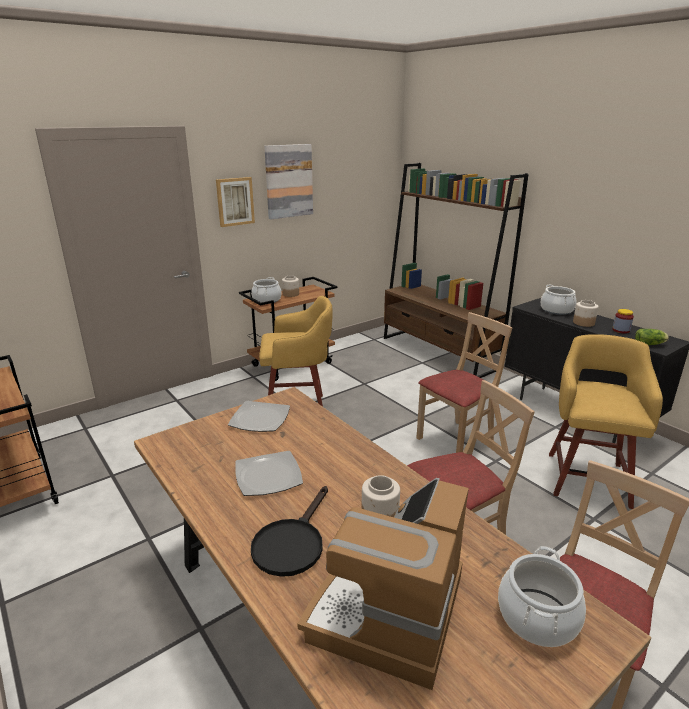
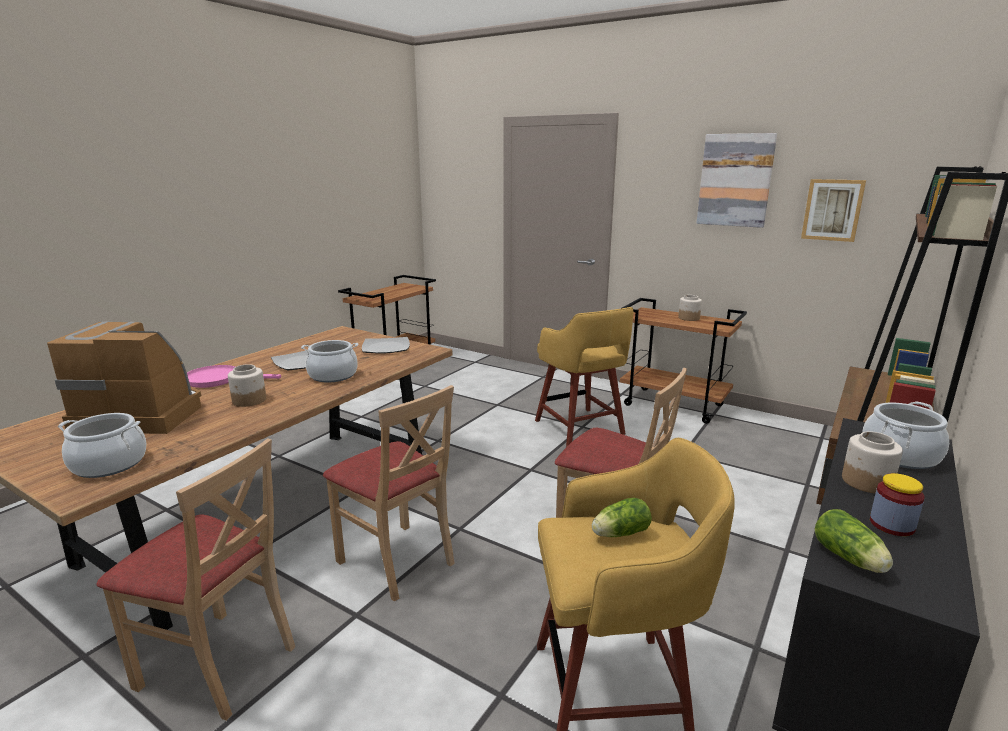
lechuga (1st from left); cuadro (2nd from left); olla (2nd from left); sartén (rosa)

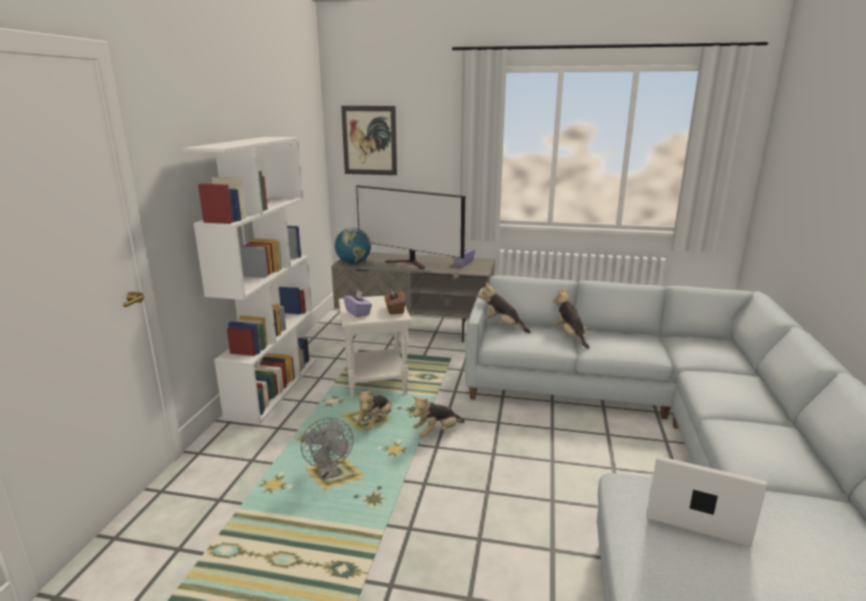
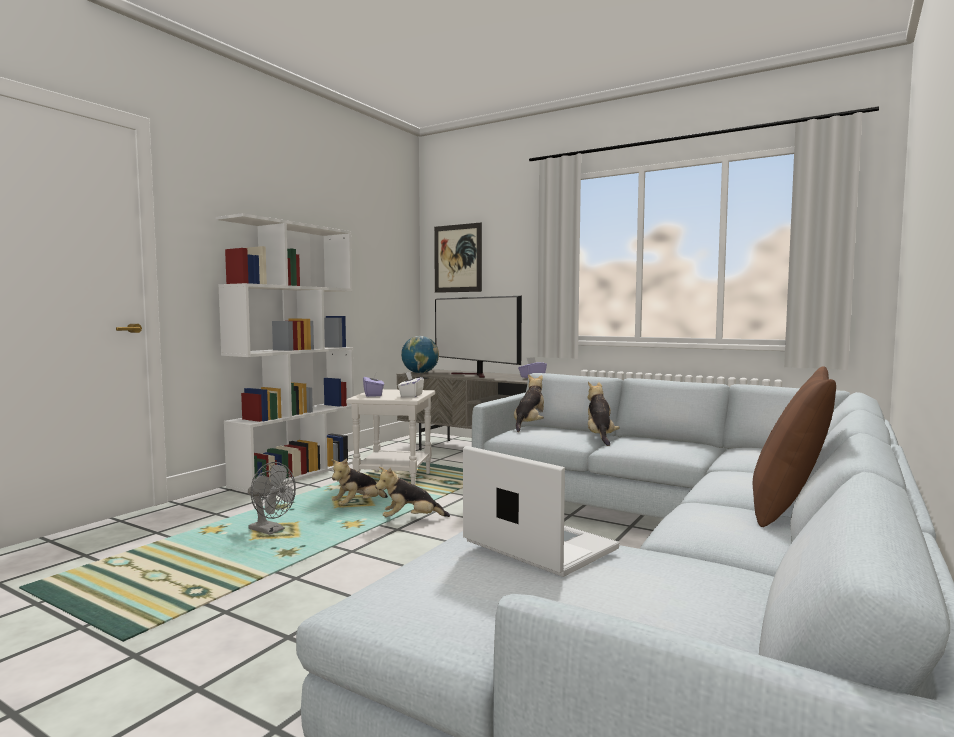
cojín (marrón); caja de pañuelos (blanco); ventilador (gris); peluche (3rd from left)

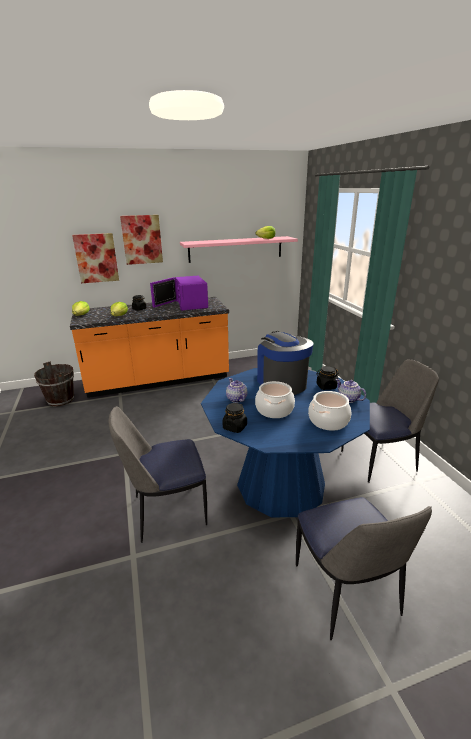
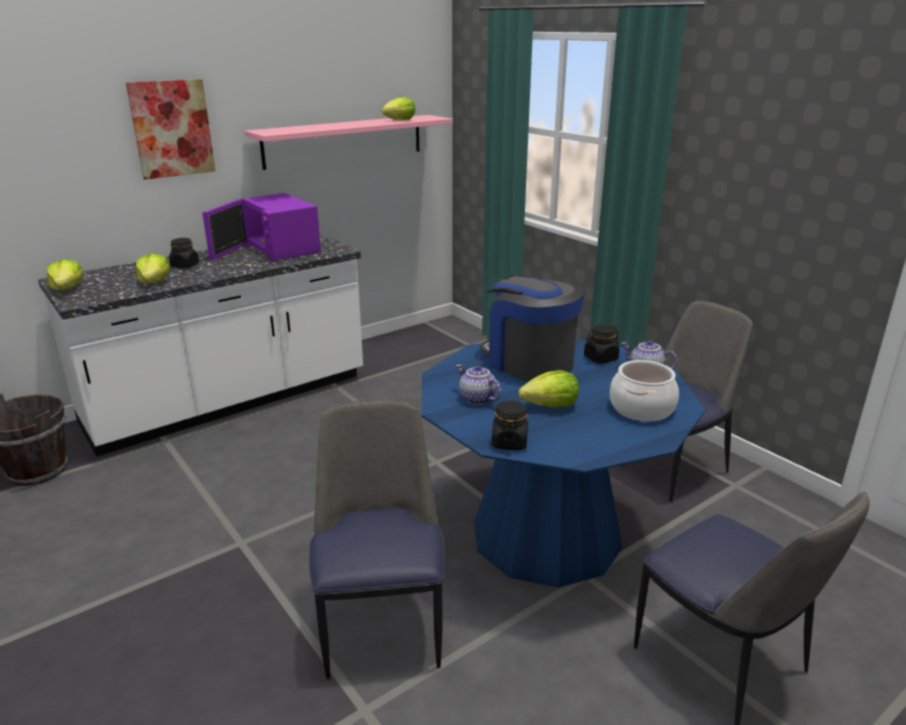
cuadro (1st from left in the first image); lechuga (4th from left); mueble bajo de cocina (blanco); silla (1st from left)

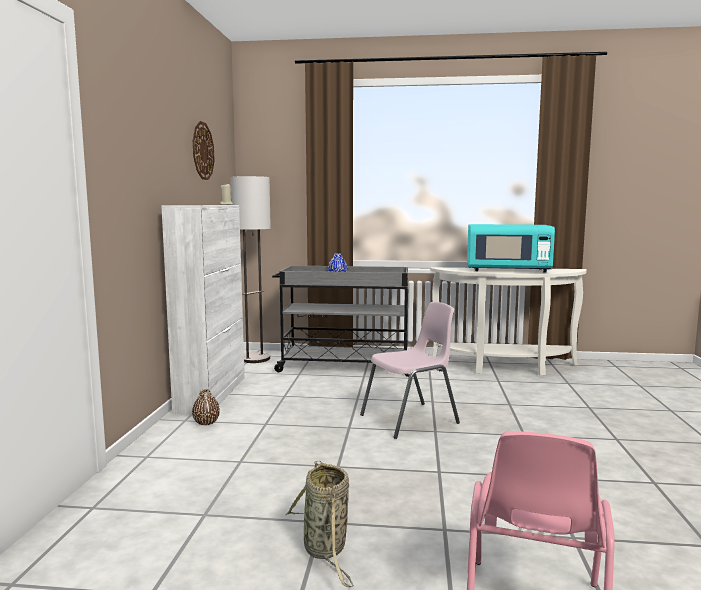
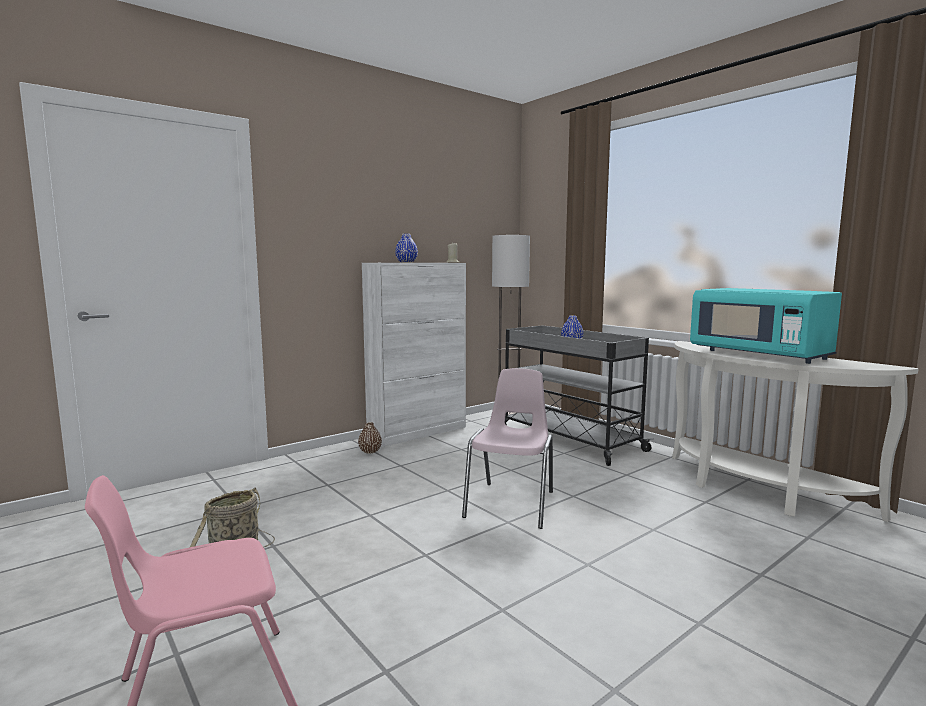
reloj de pared; florero (azul) (1st from left); silla (rosa) (2nd from left)

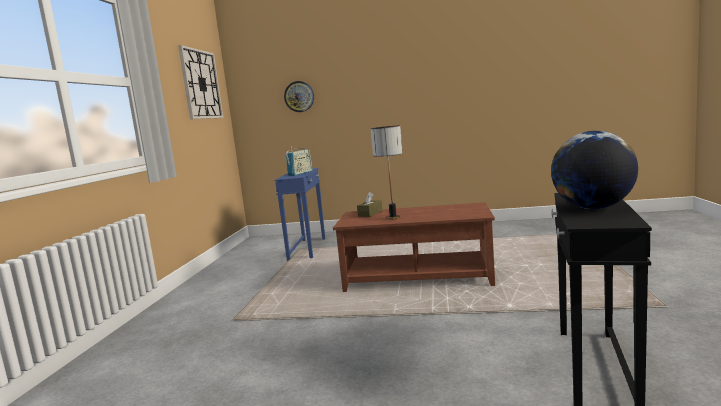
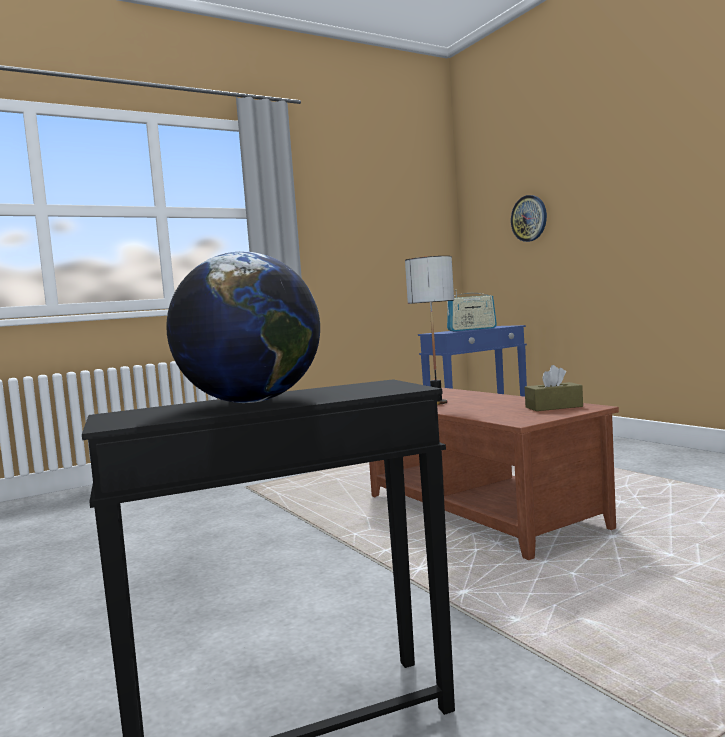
reloj de pared (1st from left in the first image); caja de pañuelos (marrón)

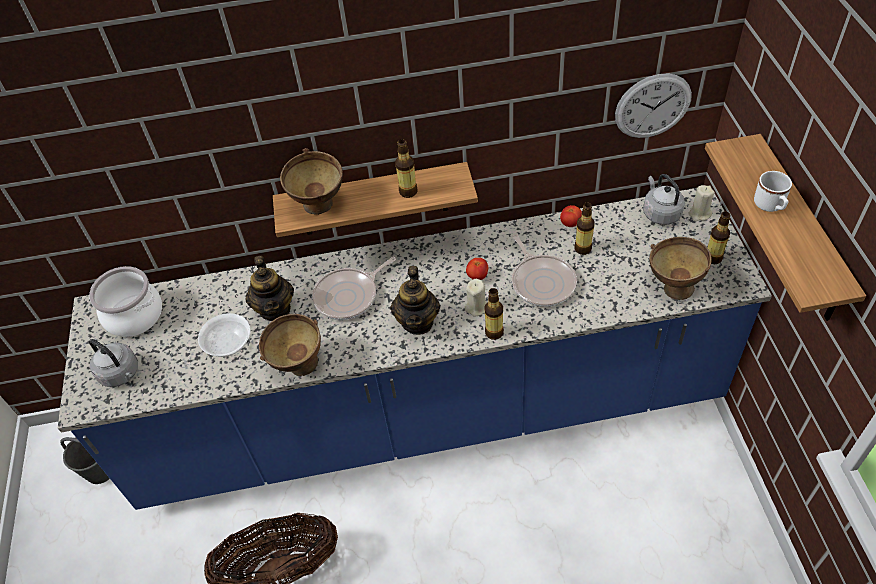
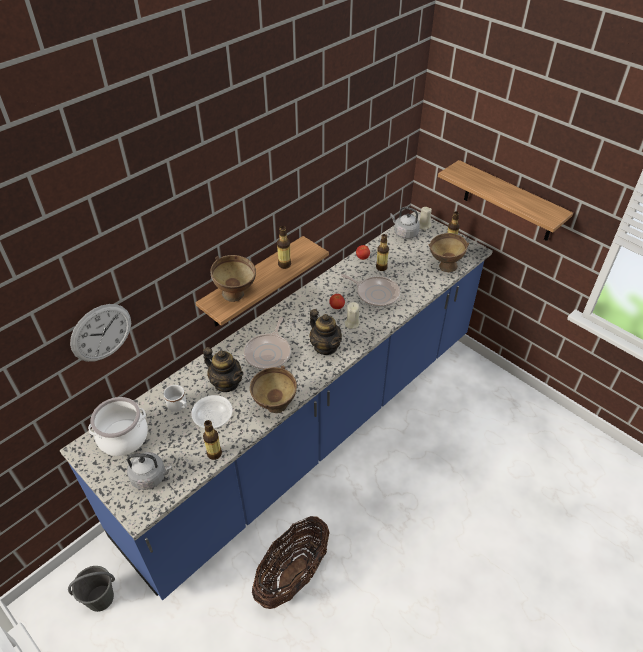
botella (1st from left); reloj de pared; taza grande (blanco)

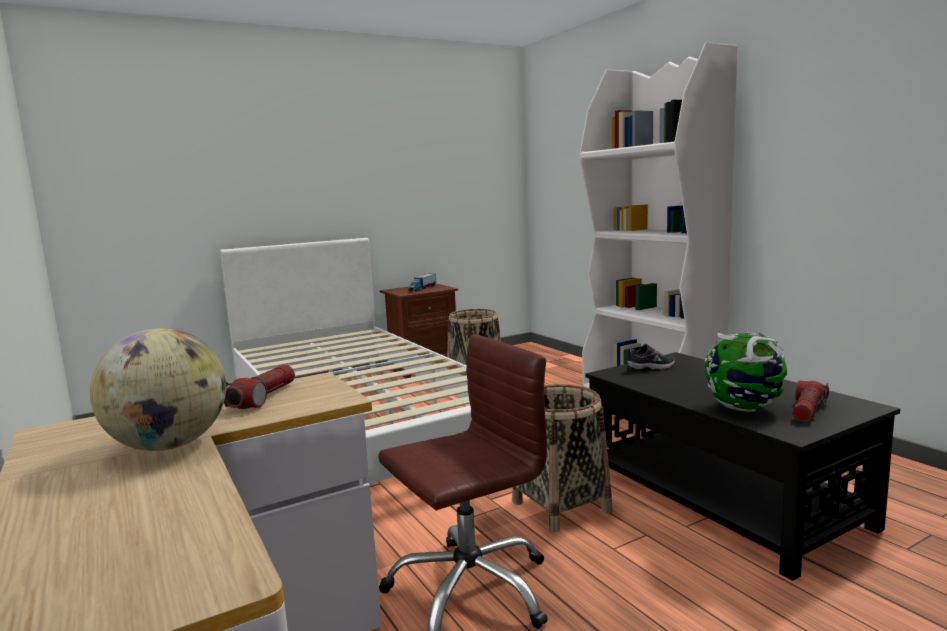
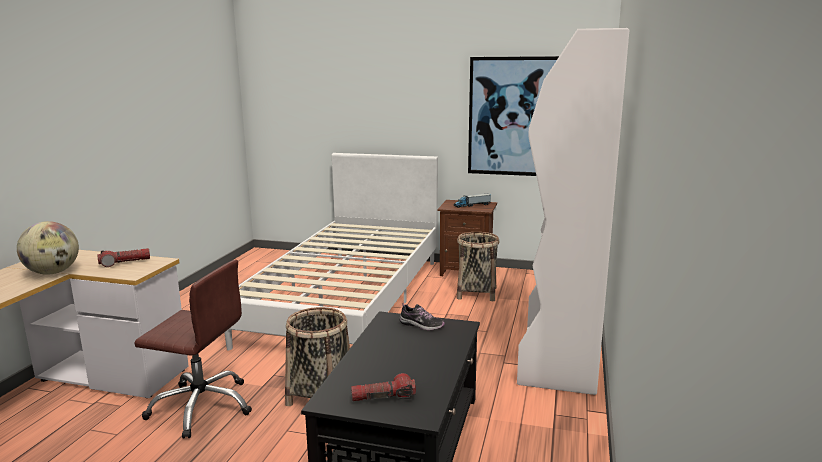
globo terráqueo (2nd from left in the first image); cuadro

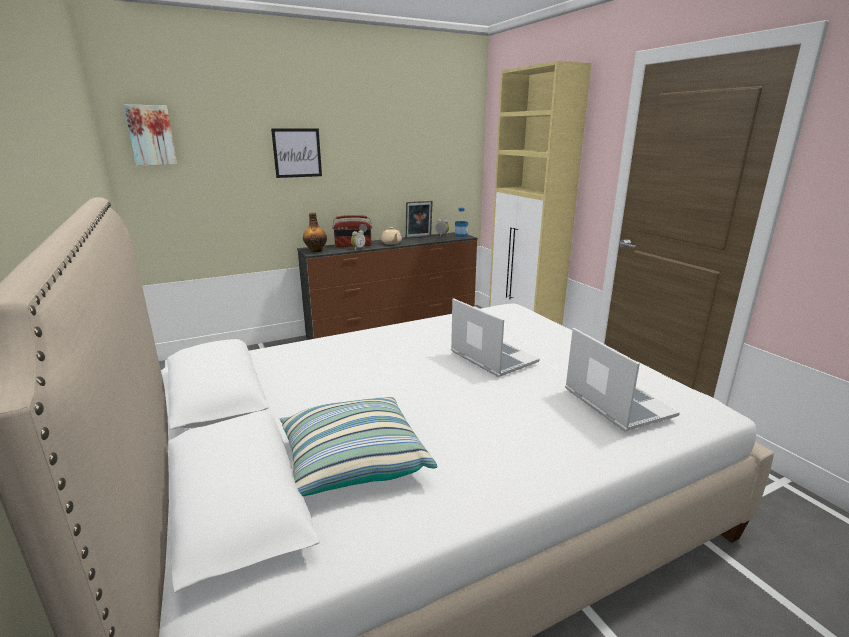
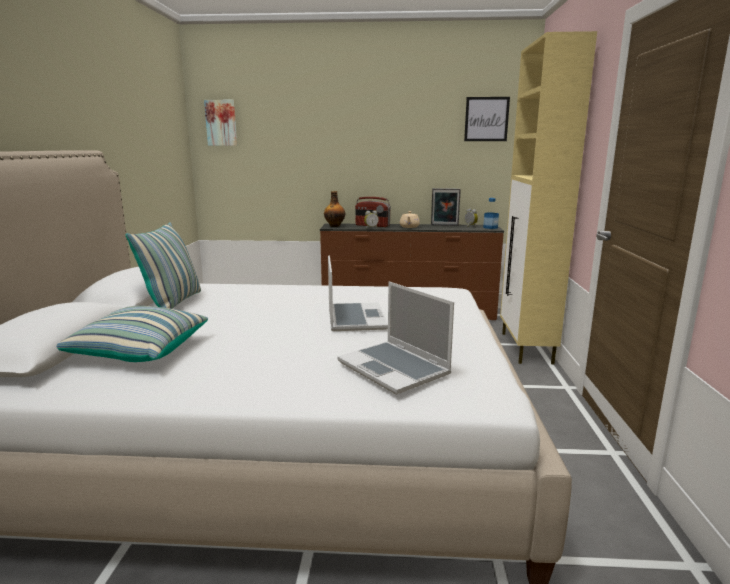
cojín (2nd from left); cuadro (2nd from left); portátil (2nd from left)

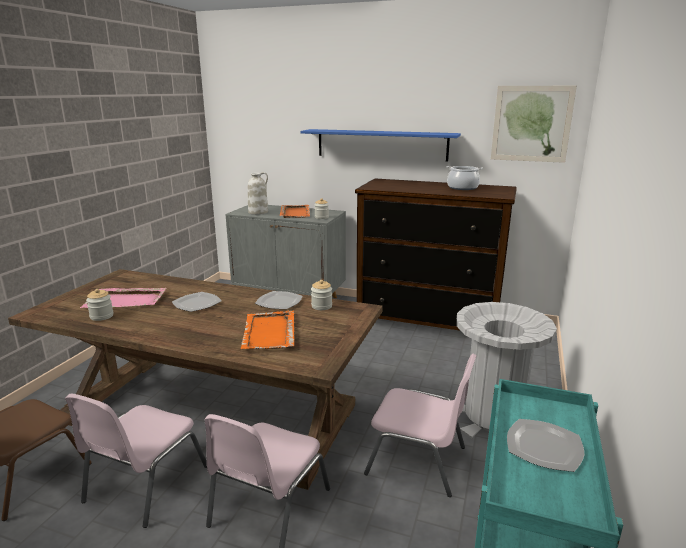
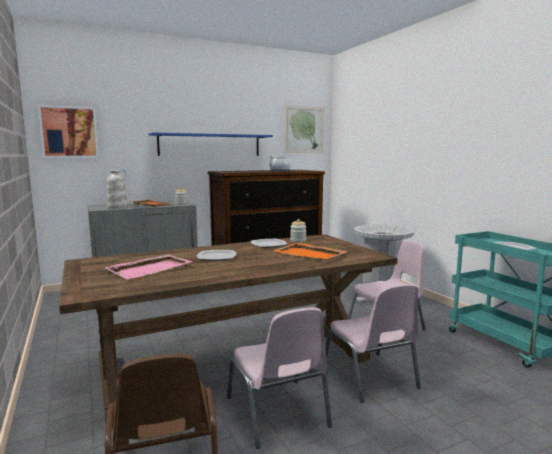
tarro (1st from left in the first image); cuadro (1st from left)

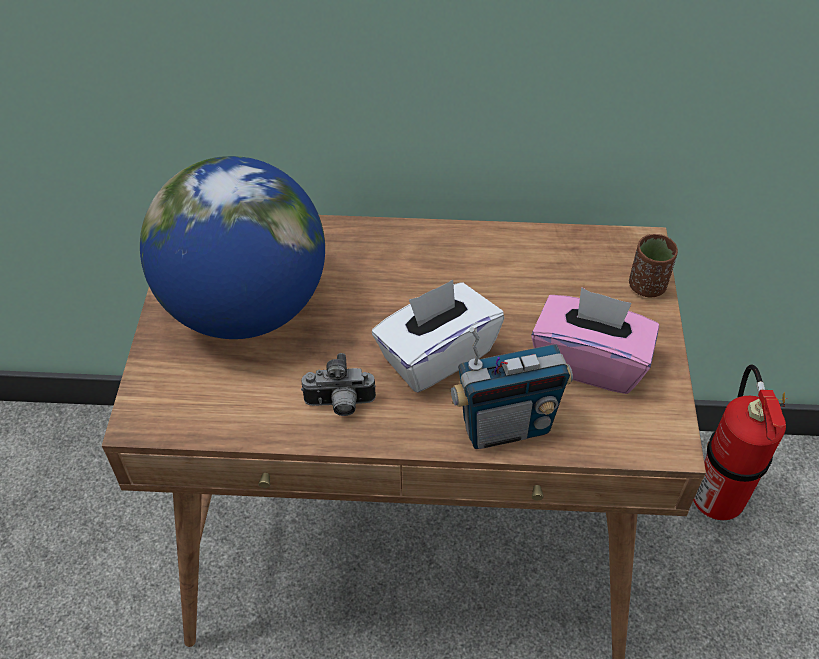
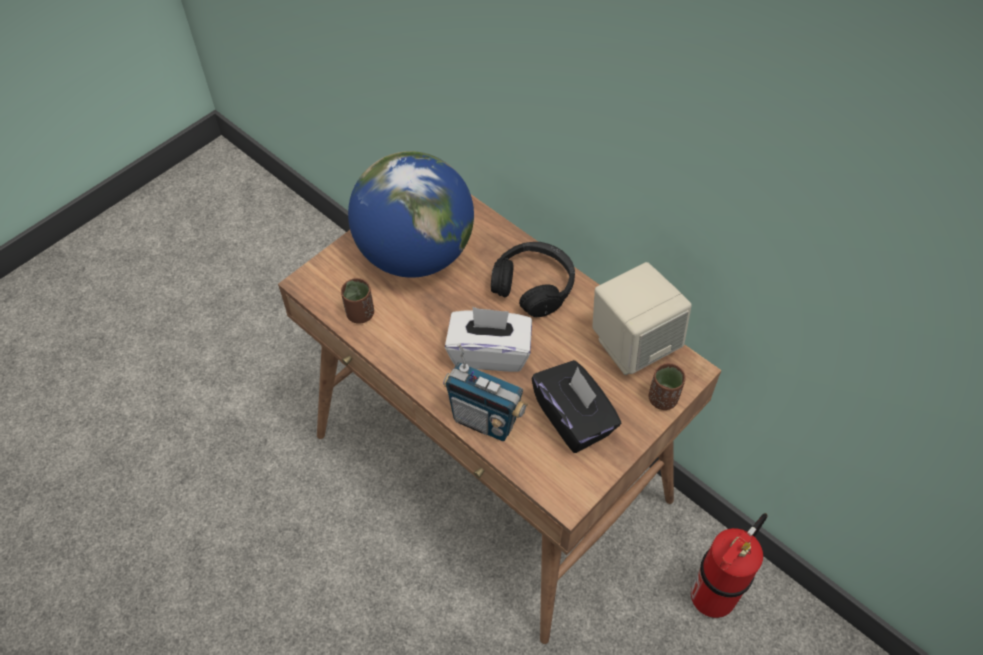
cámara; taza (marrón) (1st from left); auriculares (negro); altavoz (beis); caja de pañuelos (negro)

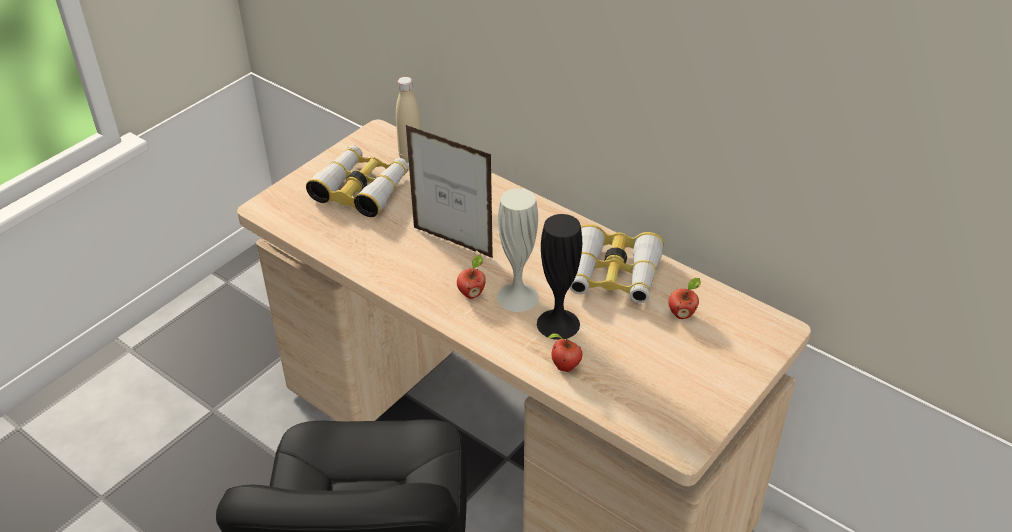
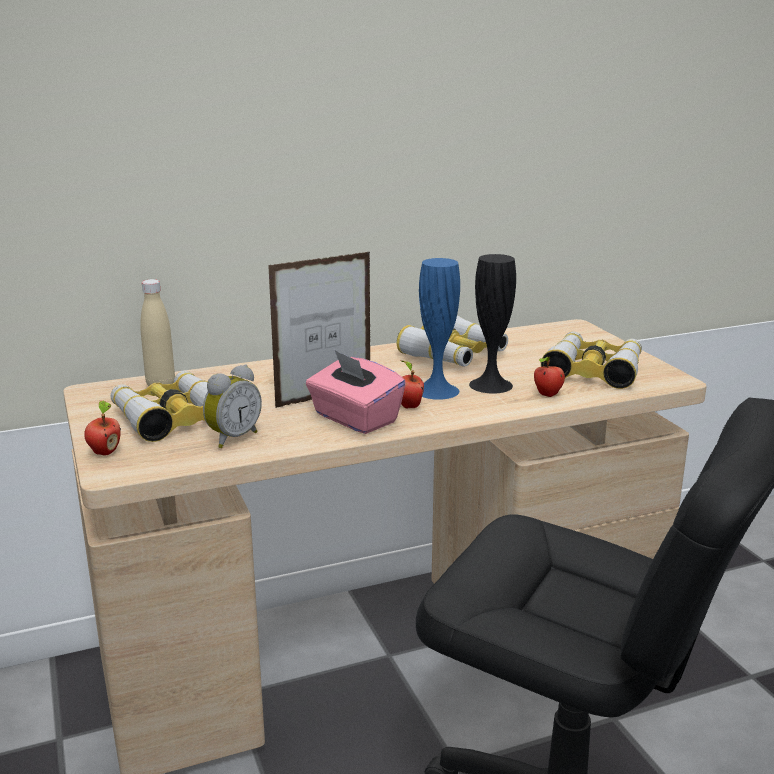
despertador; caja de pañuelos (rosa); prismáticos (3rd from left); manzana (1st from left); florero (azul)

